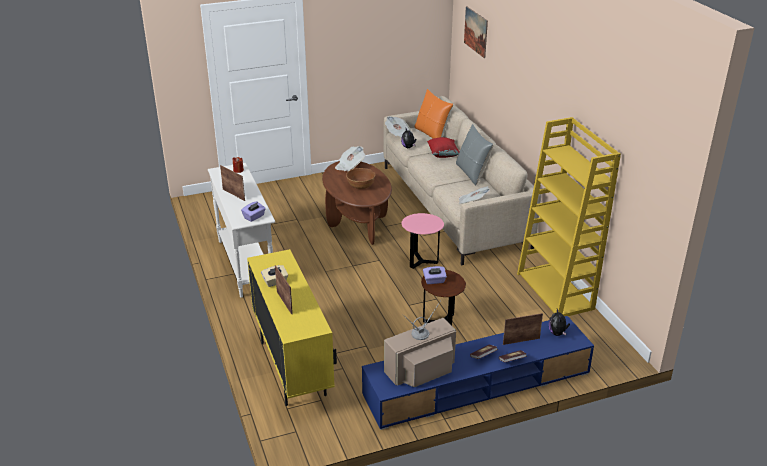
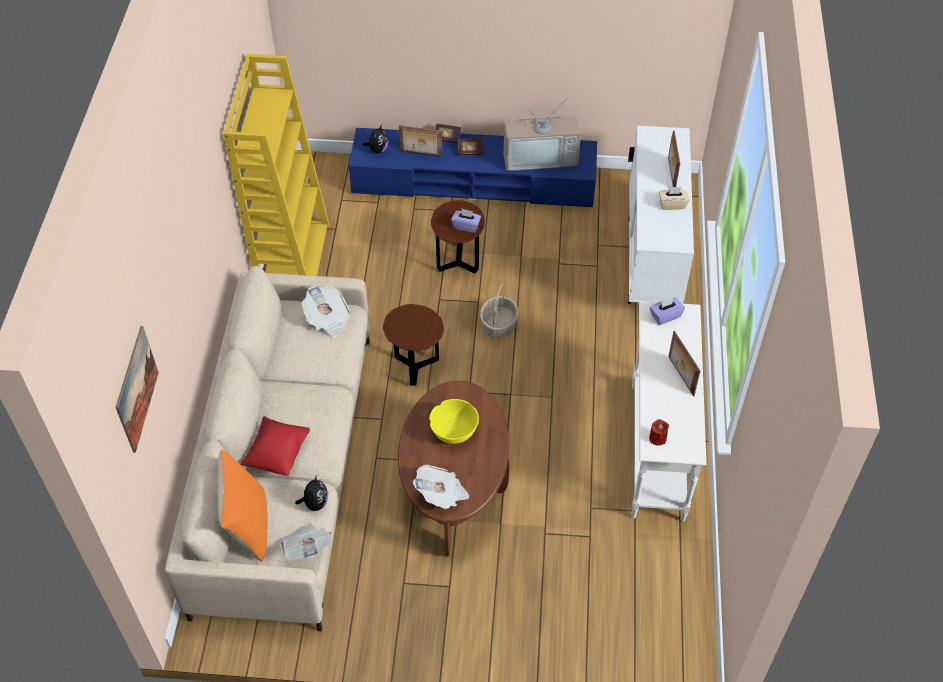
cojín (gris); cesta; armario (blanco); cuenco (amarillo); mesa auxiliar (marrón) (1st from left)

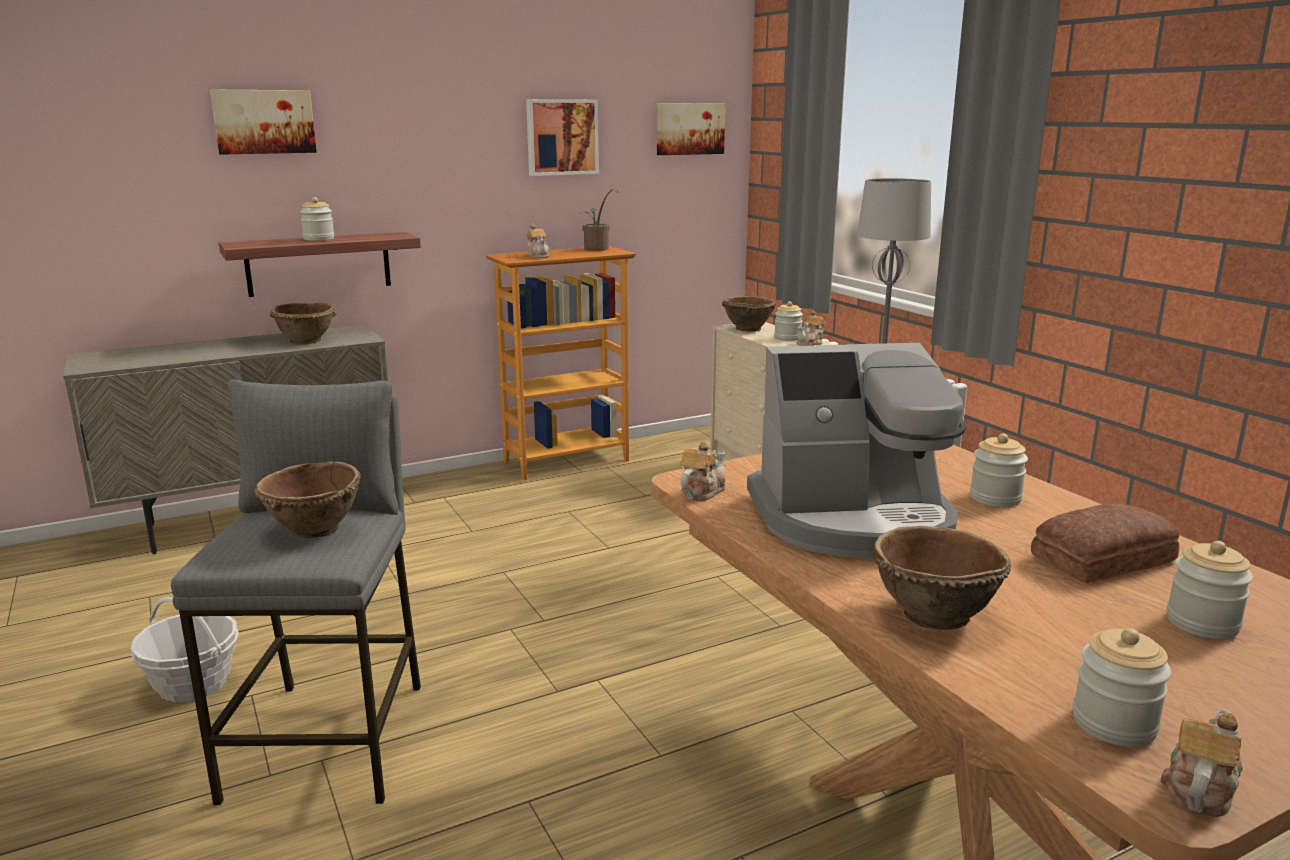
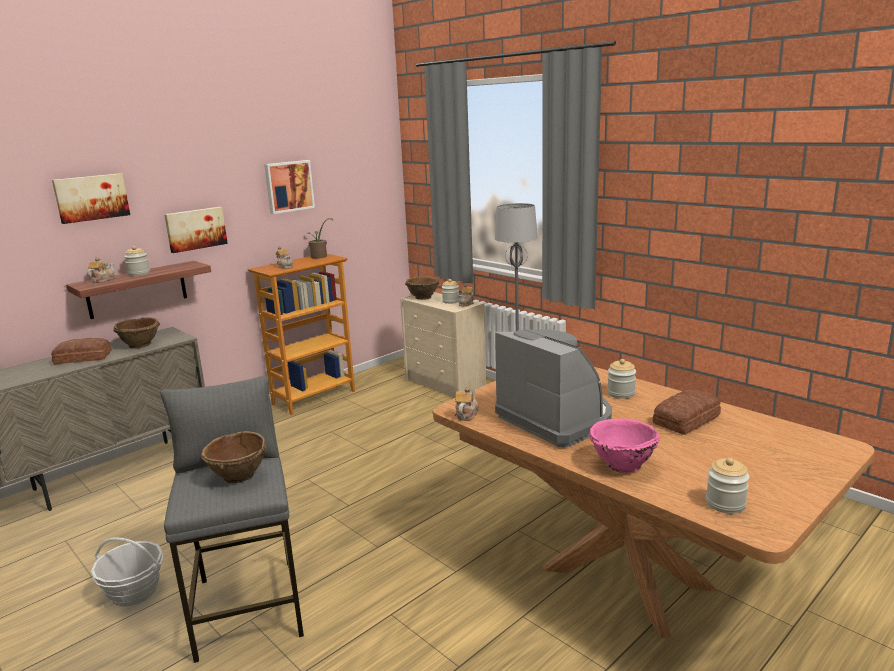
tarro (5th from left in the first image); pan (1st from left); cuadro (2nd from left); tetera (1st from left); cuenco (rosa); cafetera

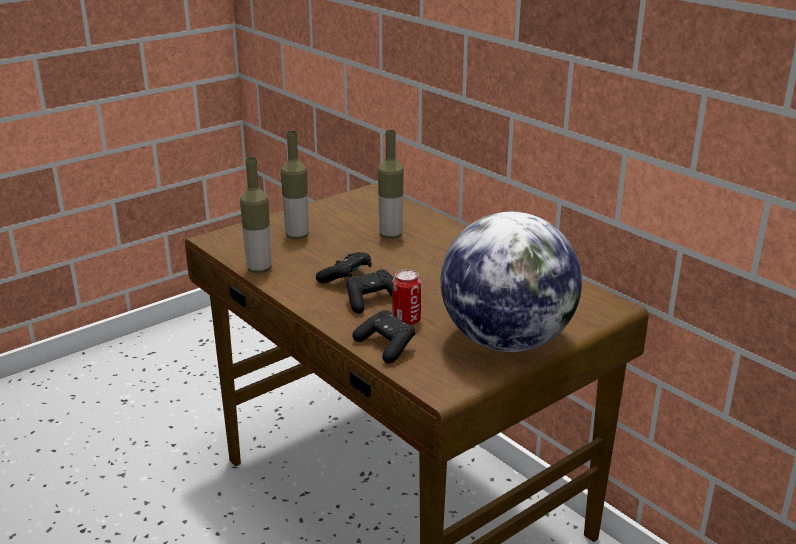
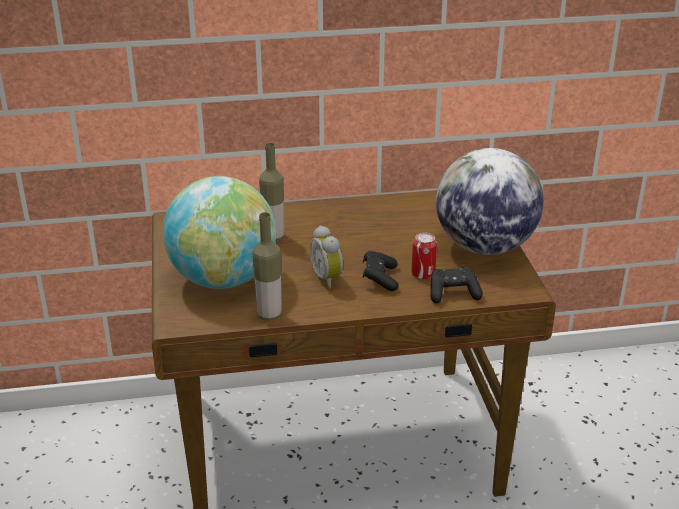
globo terráqueo (1st from left); despertador

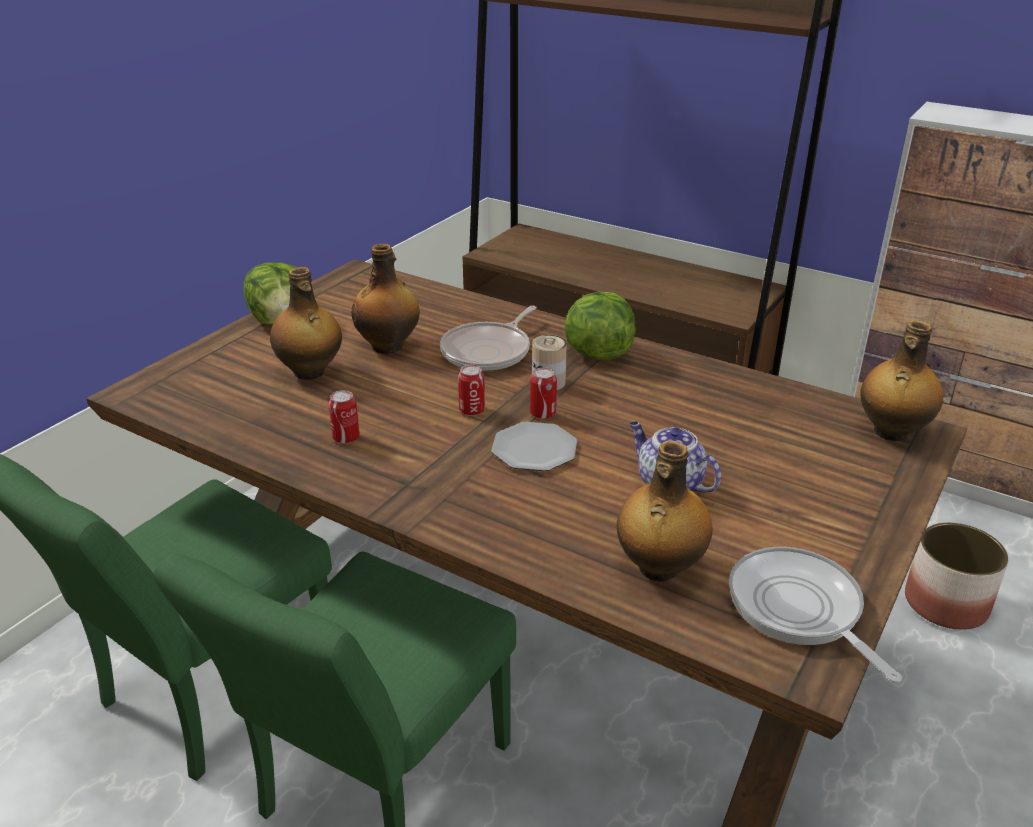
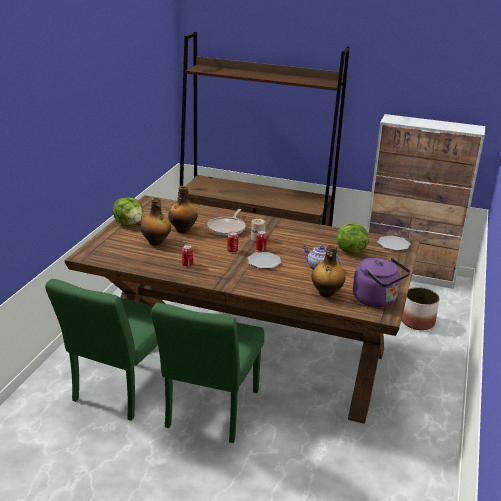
lechuga (2nd from left); hervidor (morado); plato (2nd from left)

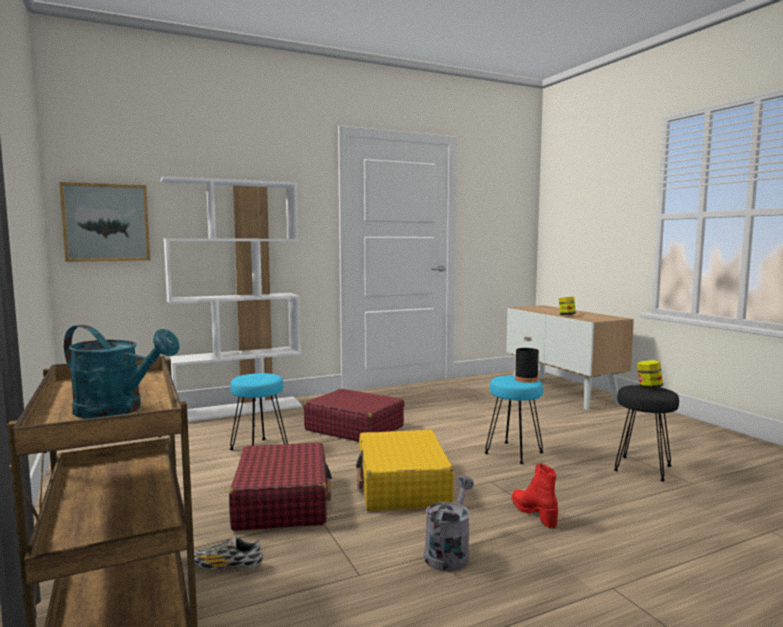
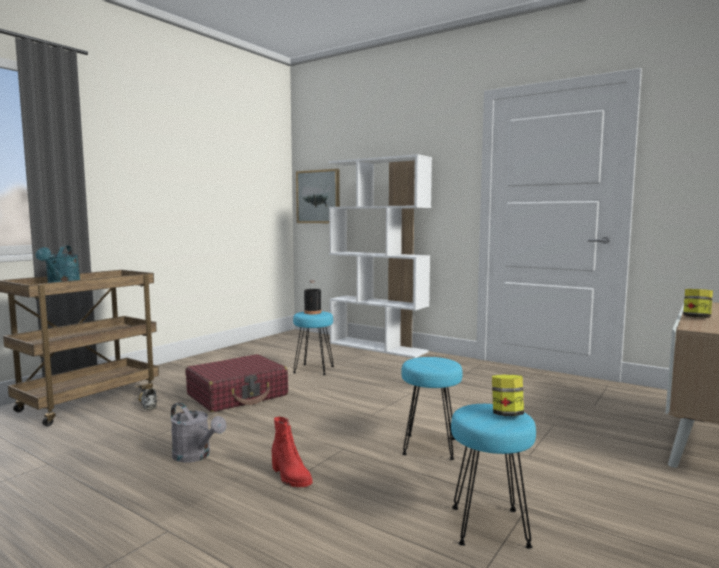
maleta (rojo) (2nd from left in the first image); maleta (amarillo); botella (negro); taburete (turquesa) (3rd from left); regadera (gris); bota (rojo)

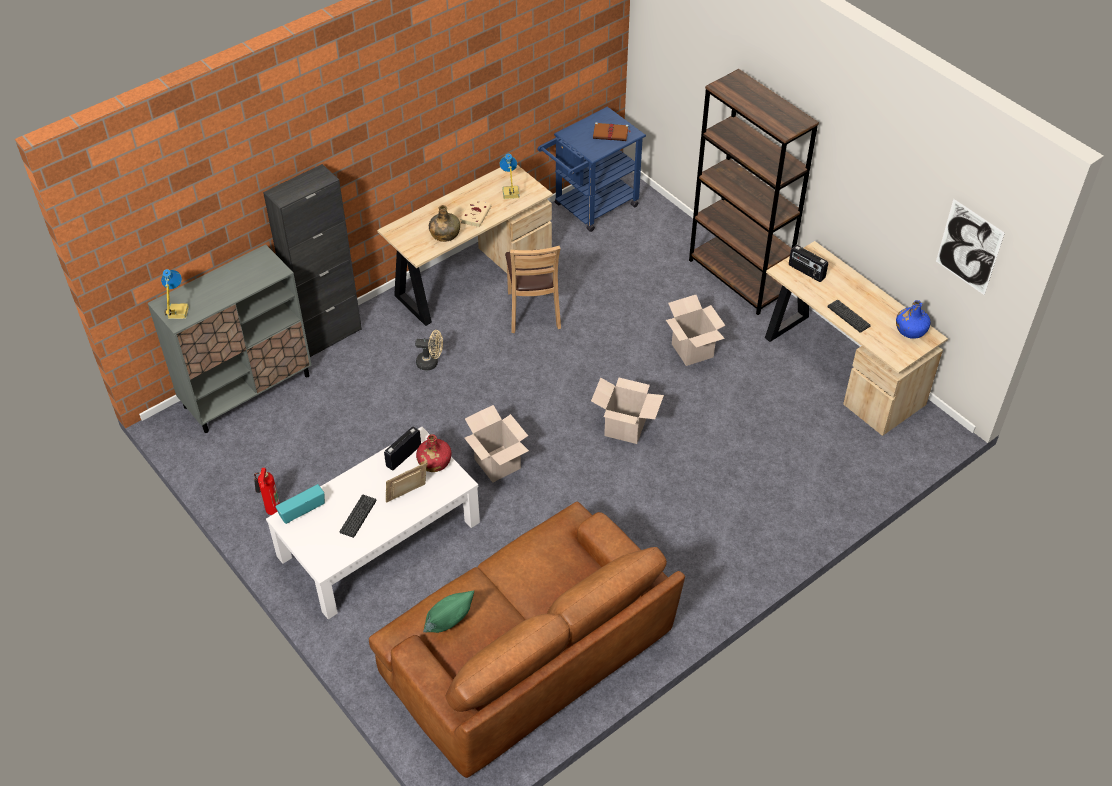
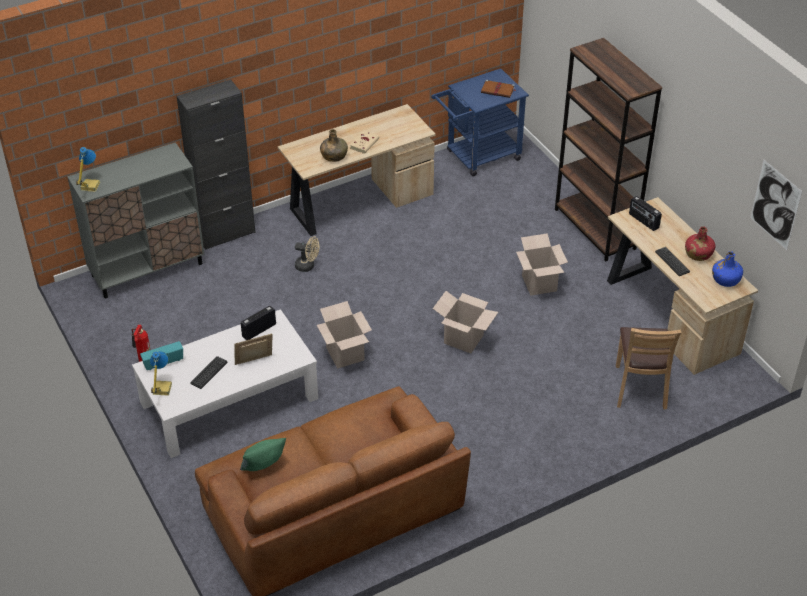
botella (rojo); lámpara de mesa (2nd from left); silla (marrón)

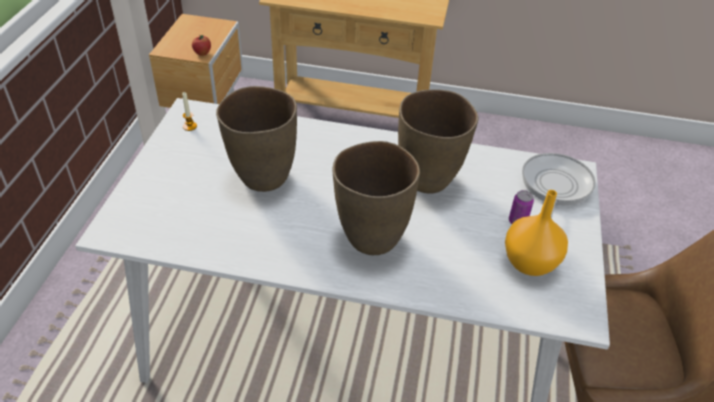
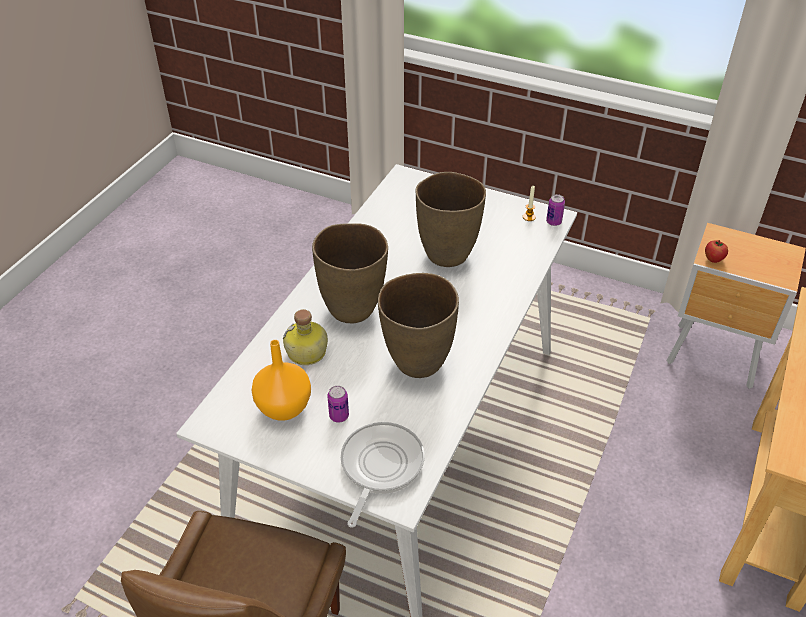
botella; lata (2nd from left); sartén

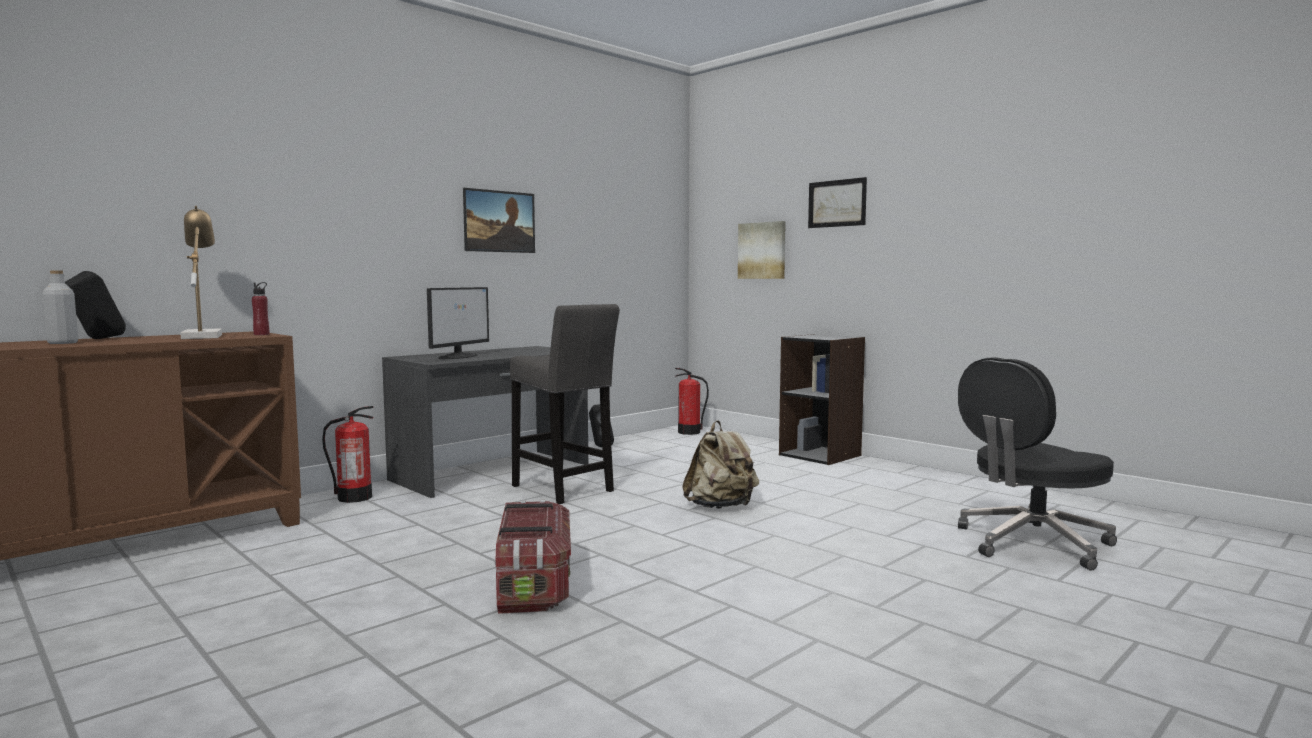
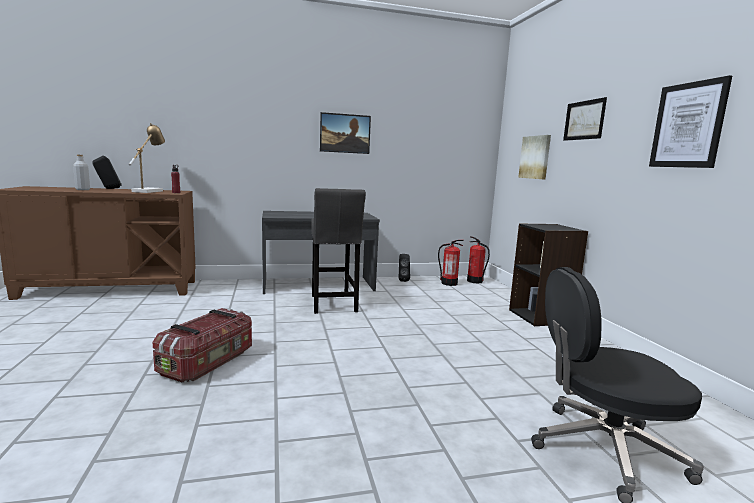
monitor; mochila (beis); cuadro (4th from left); extintor (1st from left)

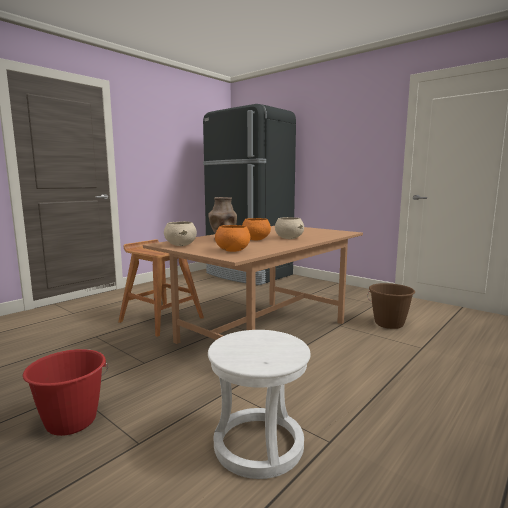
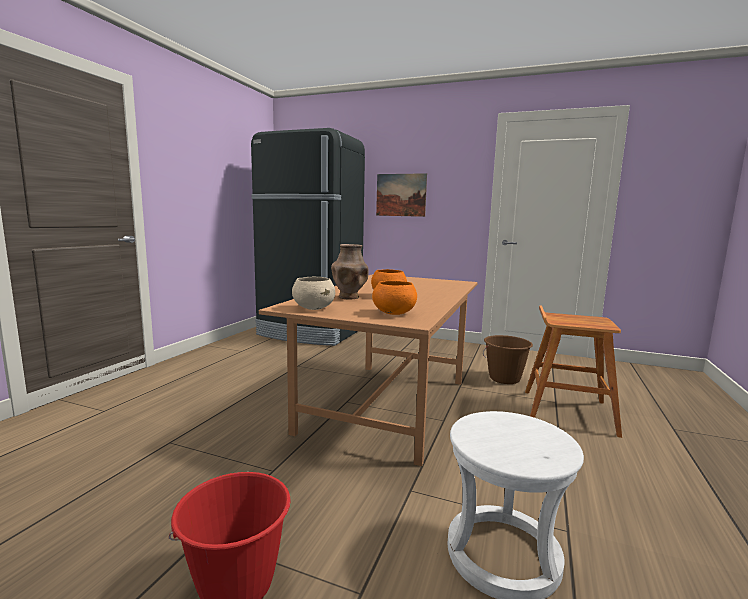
cuenco (beis) (2nd from left in the first image); cuadro; taburete (marrón)

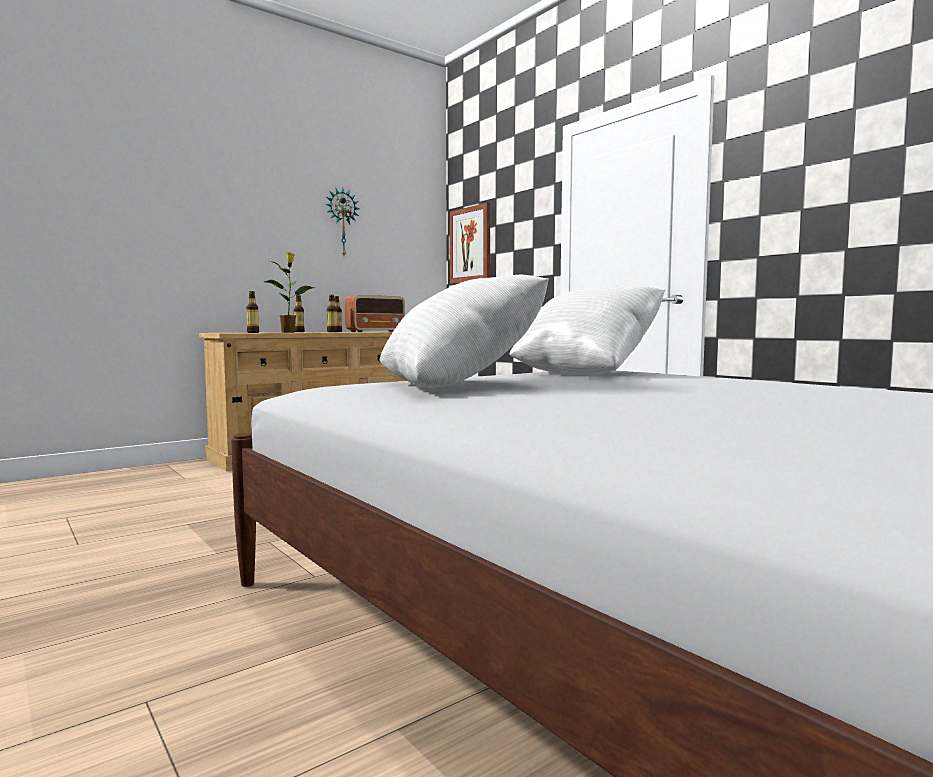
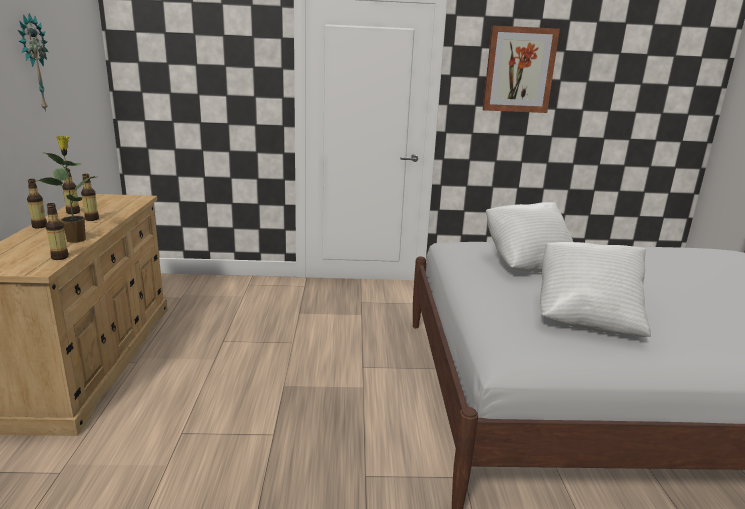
radio; cuadro

